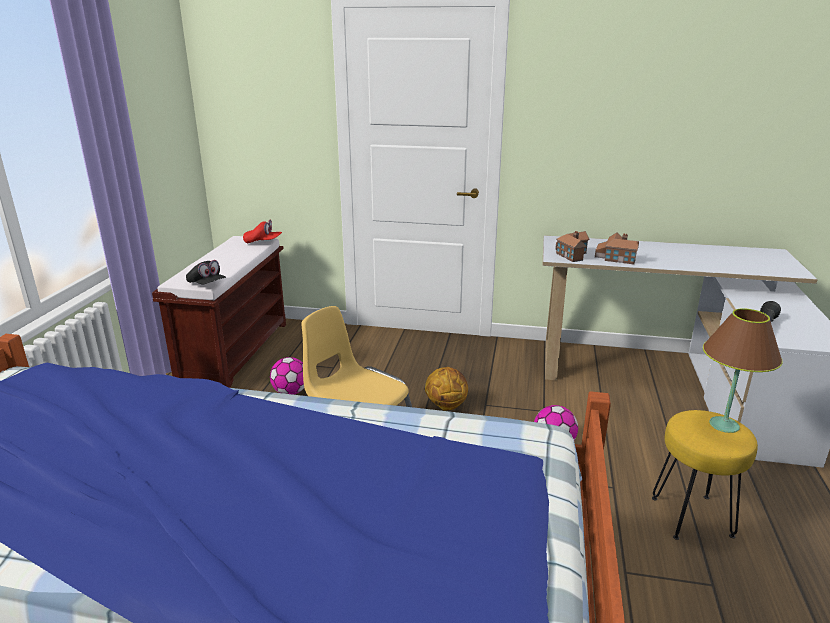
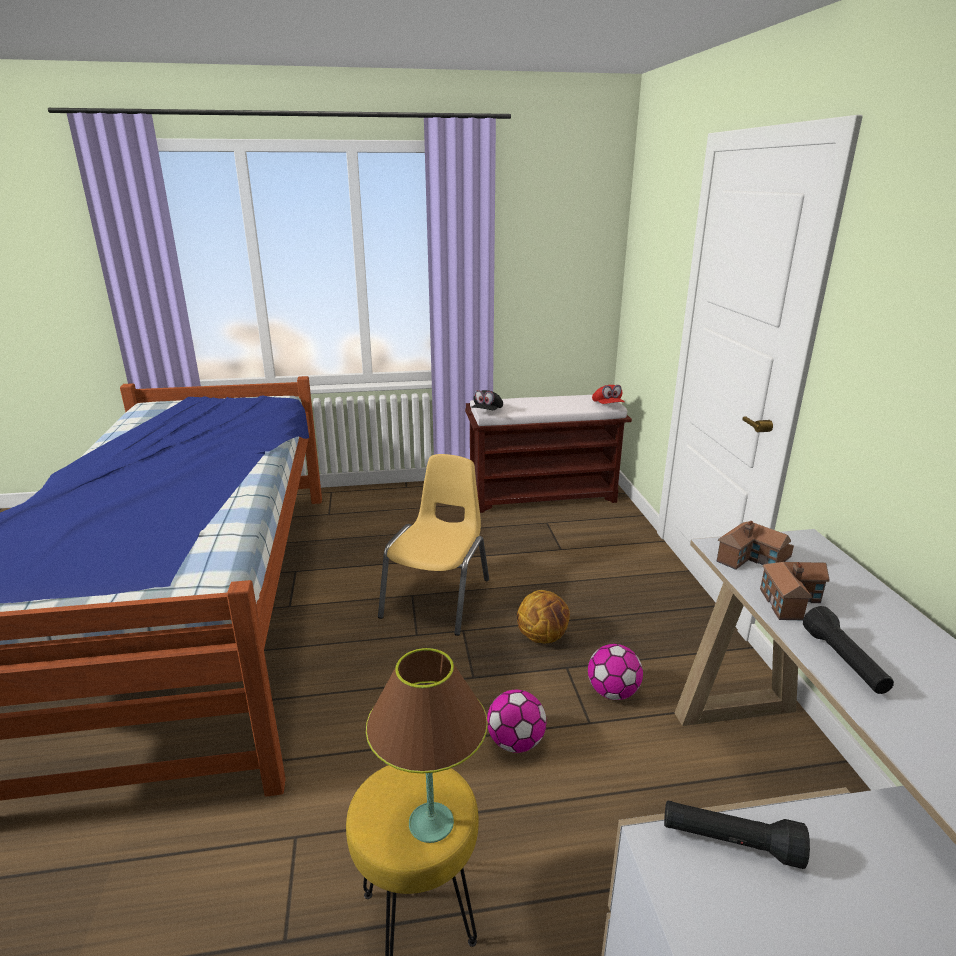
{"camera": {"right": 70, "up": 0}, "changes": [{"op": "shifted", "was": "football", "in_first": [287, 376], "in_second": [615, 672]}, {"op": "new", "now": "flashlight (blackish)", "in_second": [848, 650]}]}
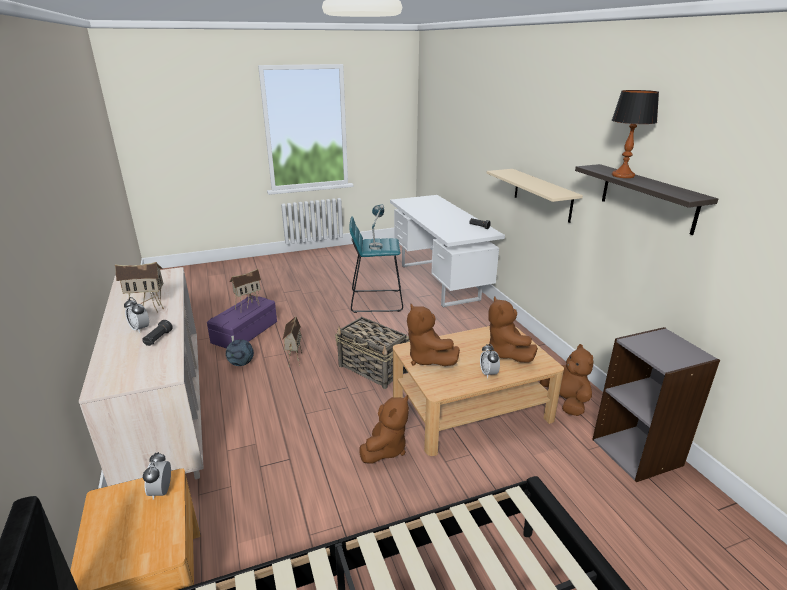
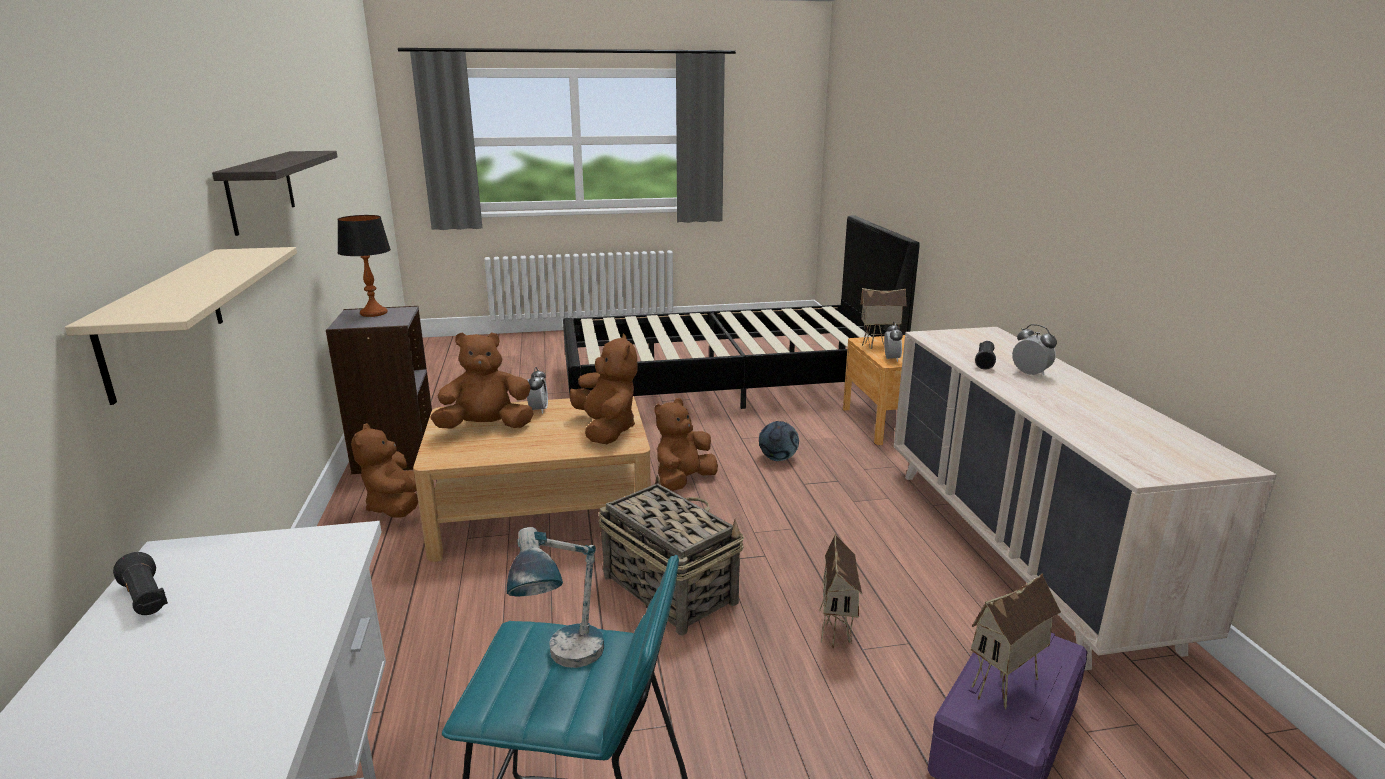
{"camera": {"right": -170, "up": -5}, "changes": [{"op": "shifted", "was": "table lamp", "in_first": [635, 134], "in_second": [364, 266]}, {"op": "shifted", "was": "model house", "in_first": [139, 287], "in_second": [883, 318]}, {"op": "rotated", "was": "cuddly toy (brownish)", "in_first": [513, 330], "in_second": [482, 380], "clockwise": -105}, {"op": "shifted", "was": "football", "in_first": [240, 352], "in_second": [779, 441]}]}
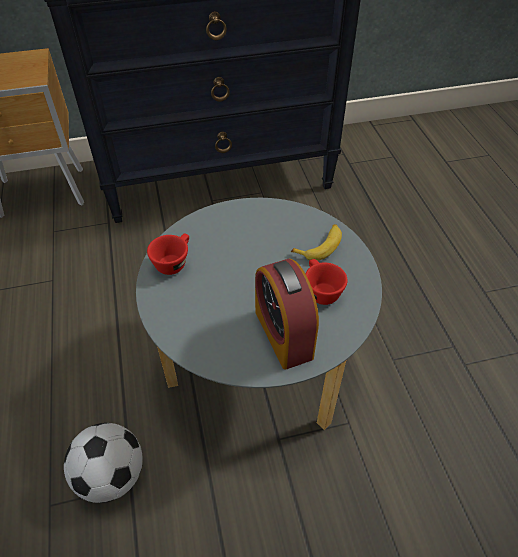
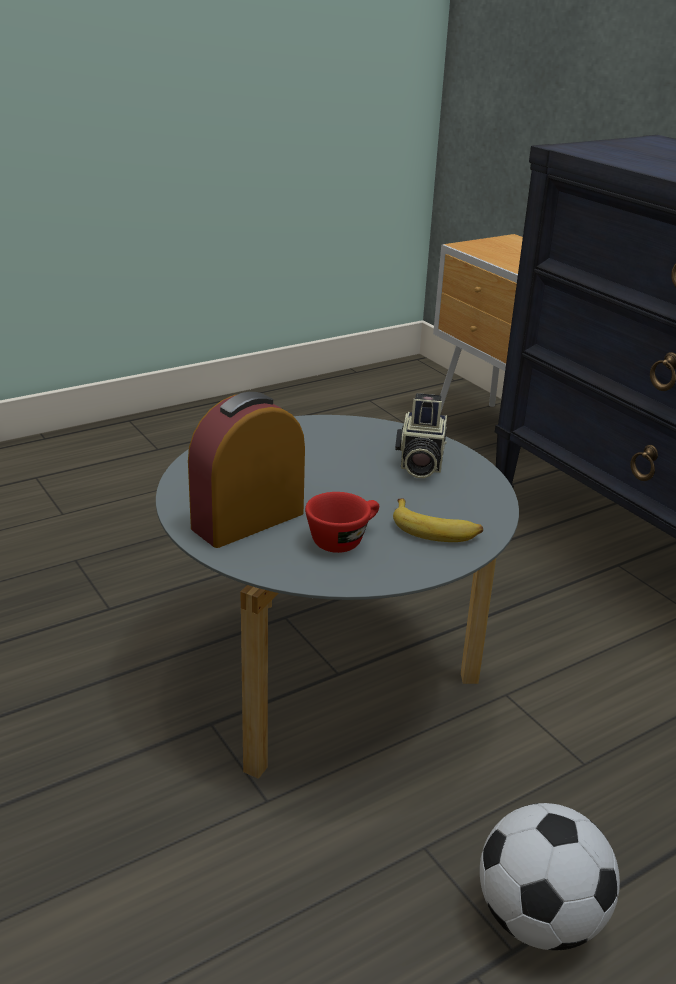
{"camera": {"right": 70, "up": -20}, "changes": [{"op": "gone", "was": "drinking cup (red)", "in_first": [168, 254]}, {"op": "shifted", "was": "football", "in_first": [103, 463], "in_second": [550, 876]}, {"op": "new", "now": "still camera", "in_second": [421, 435]}]}
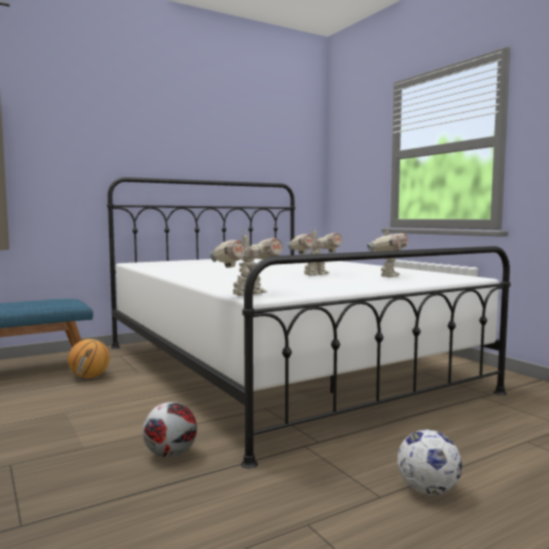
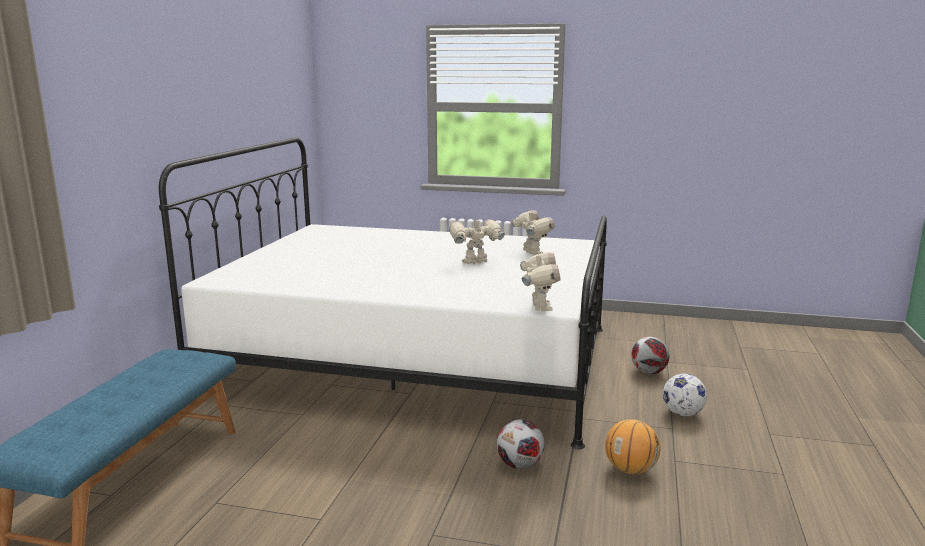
{"camera": {"right": -45, "up": 10}, "changes": [{"op": "rotated", "was": "robot figure", "in_first": [315, 251], "in_second": [477, 240], "clockwise": -120}, {"op": "shifted", "was": "basketball", "in_first": [89, 358], "in_second": [632, 446]}, {"op": "new", "now": "football", "in_second": [650, 355]}]}
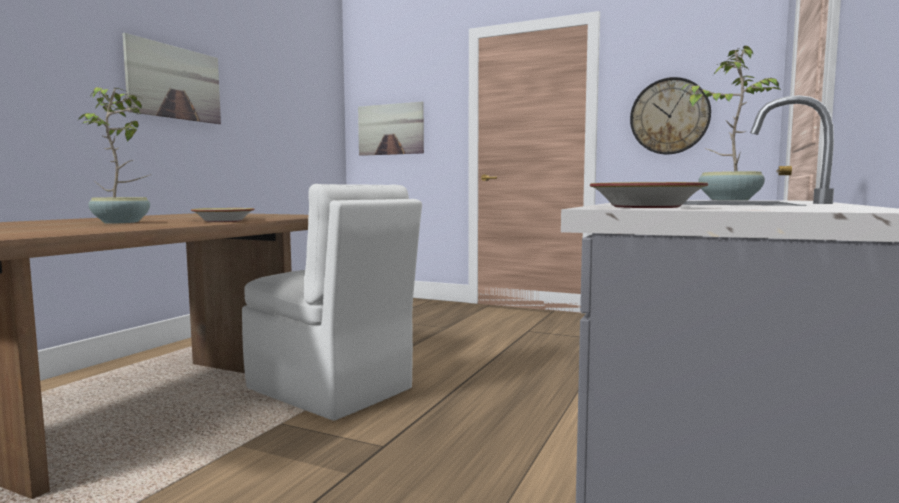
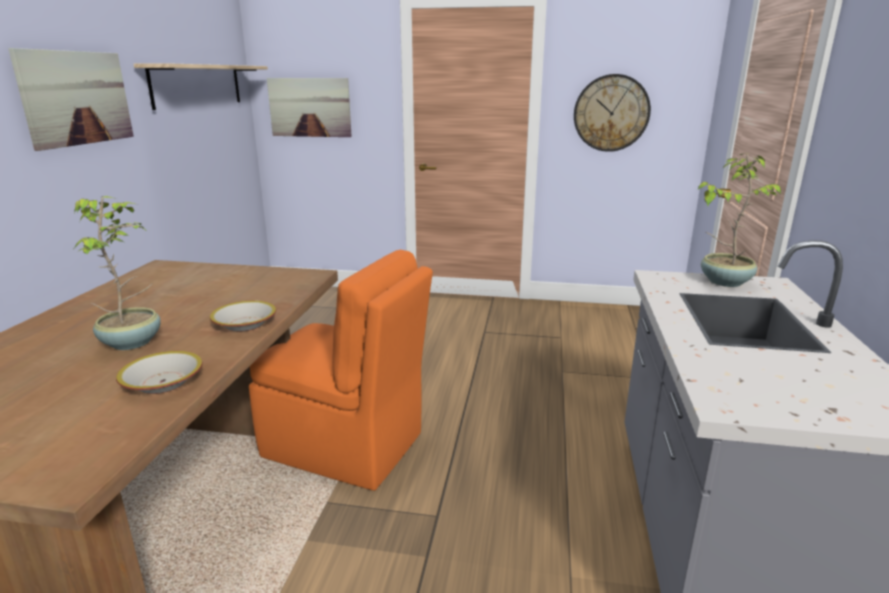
{"camera": {"right": -15, "up": 15}, "changes": [{"op": "shifted", "was": "bowl", "in_first": [649, 195], "in_second": [159, 372]}, {"op": "repainted", "was": "upright chair (white)", "now": "upright chair (orange)", "in_first": [332, 302], "in_second": [341, 370]}, {"op": "new", "now": "bracket shelf", "in_second": [201, 86]}]}
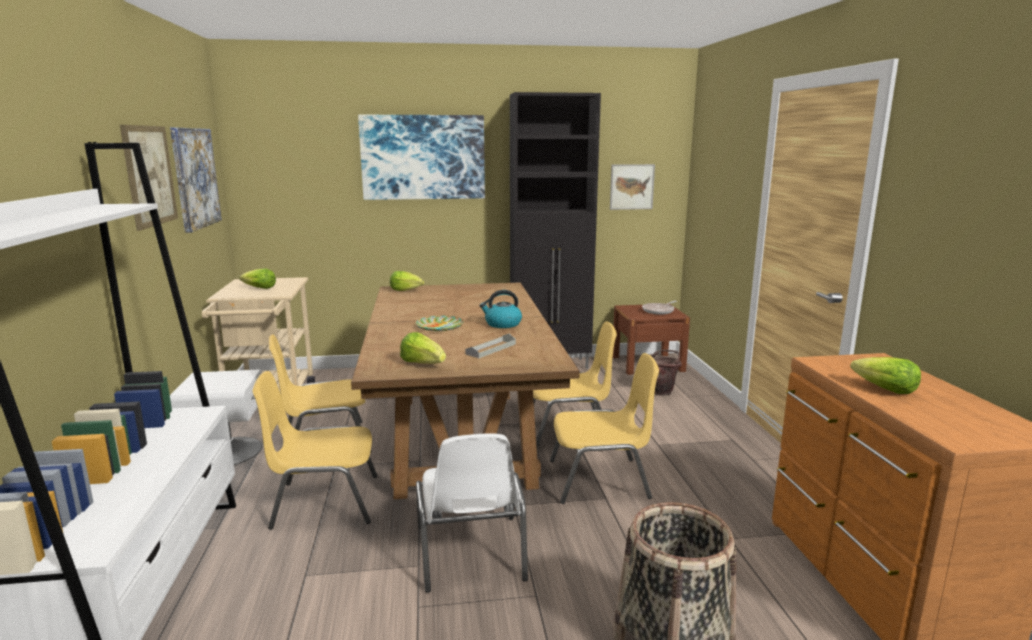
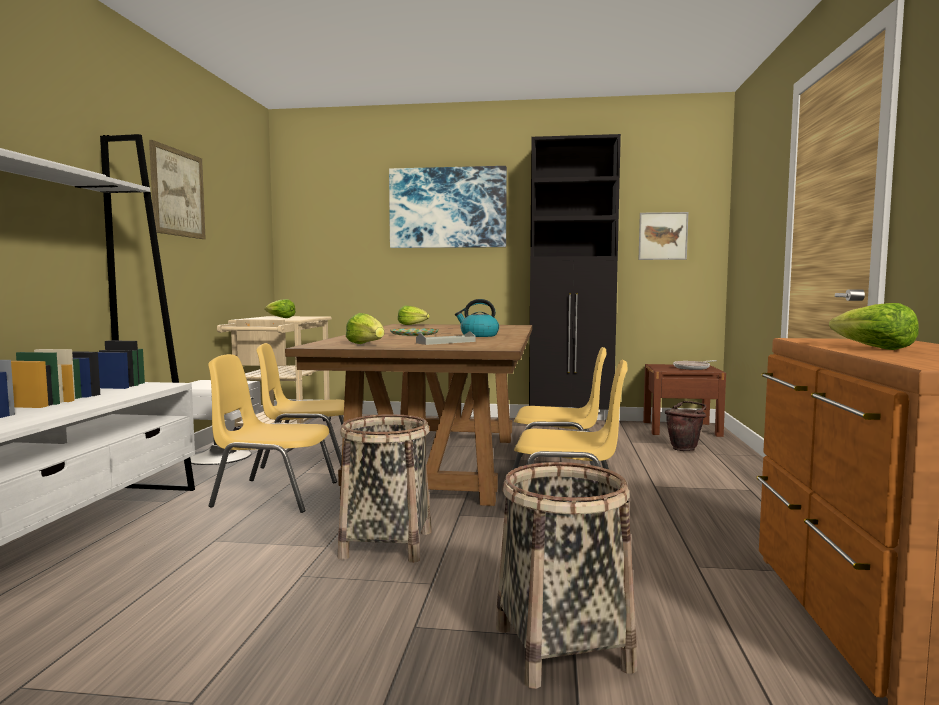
{"camera": {"right": 15, "up": -10}, "changes": [{"op": "gone", "was": "wall picture", "in_first": [196, 180]}, {"op": "swapped", "was": "upright chair (white)", "now": "storage basket", "in_first": [472, 513], "in_second": [384, 488]}]}
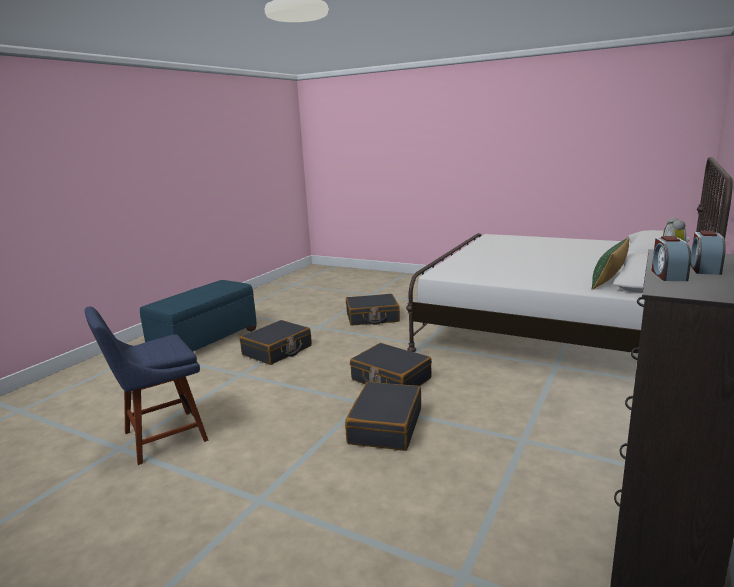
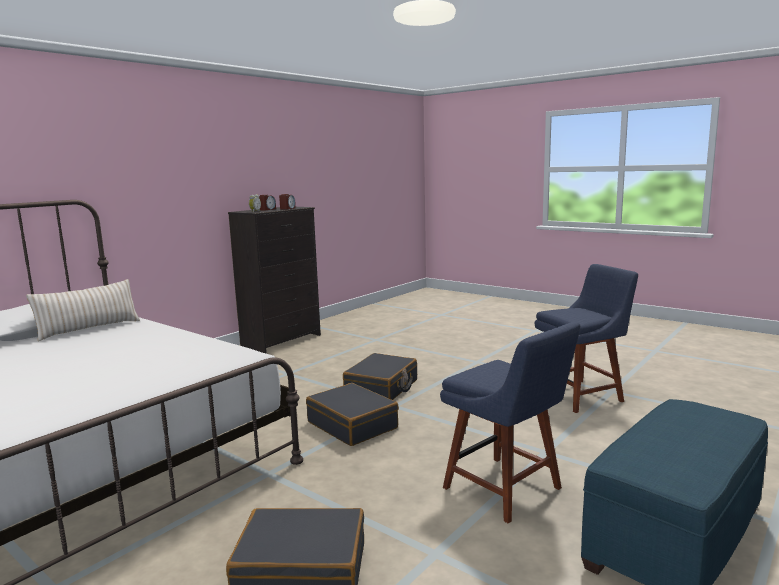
{"camera": {"right": -170, "up": -5}, "changes": [{"op": "repainted", "was": "pillow (green)", "now": "pillow (sand-coloured)", "in_first": [610, 263], "in_second": [83, 310]}, {"op": "swapped", "was": "travel case (blackish)", "now": "upright chair (bluish)", "in_first": [276, 342], "in_second": [510, 422]}]}
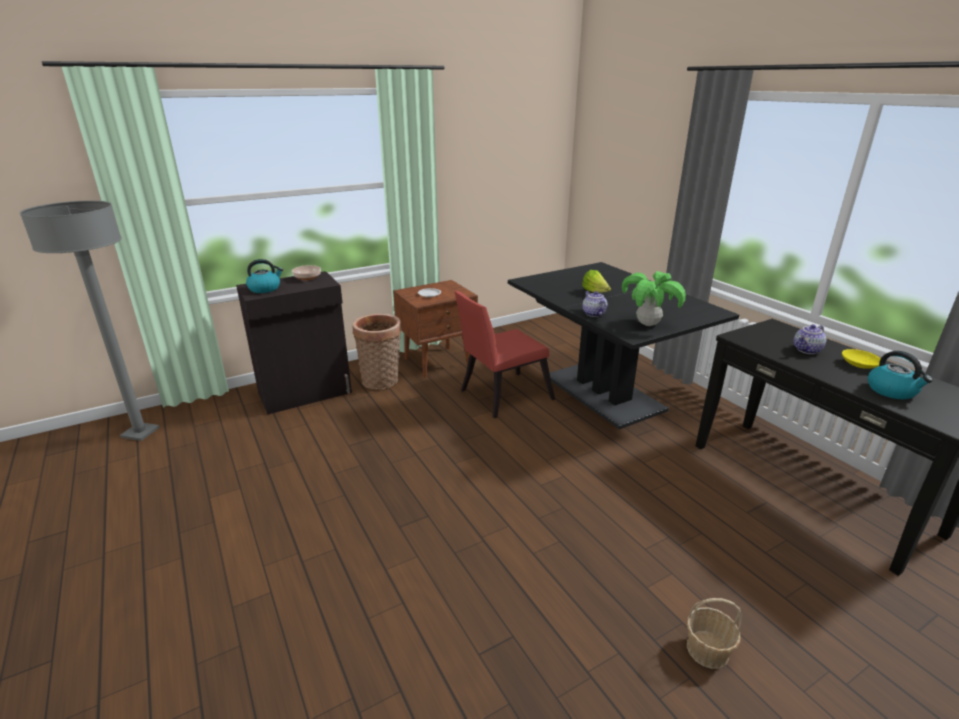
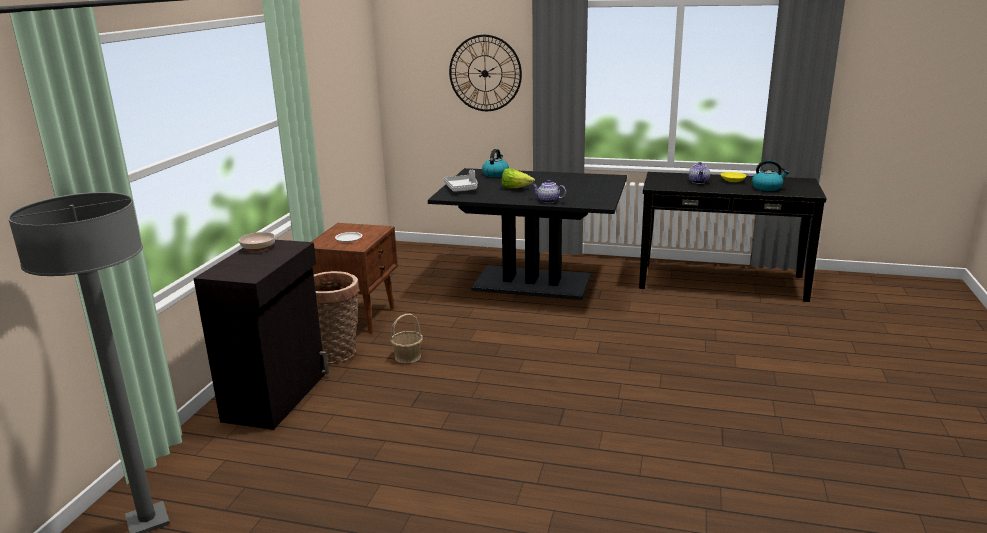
{"camera": {"right": -45, "up": -5}, "changes": [{"op": "shifted", "was": "kettle", "in_first": [264, 276], "in_second": [495, 163]}, {"op": "gone", "was": "plant in a pot", "in_first": [654, 298]}, {"op": "gone", "was": "upright chair (red)", "in_first": [504, 354]}, {"op": "shifted", "was": "storage basket", "in_first": [714, 633], "in_second": [406, 338]}, {"op": "new", "now": "hanging clock", "in_second": [485, 73]}, {"op": "new", "now": "carrying tray (greyish)", "in_second": [461, 181]}]}
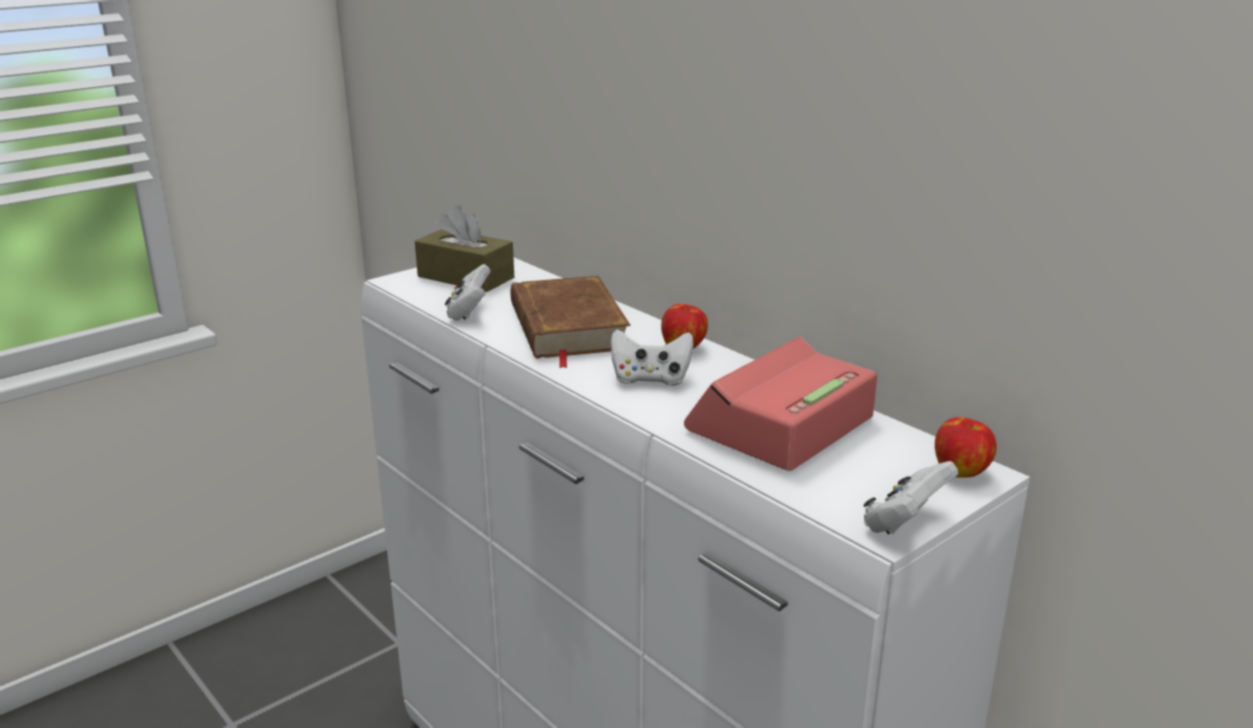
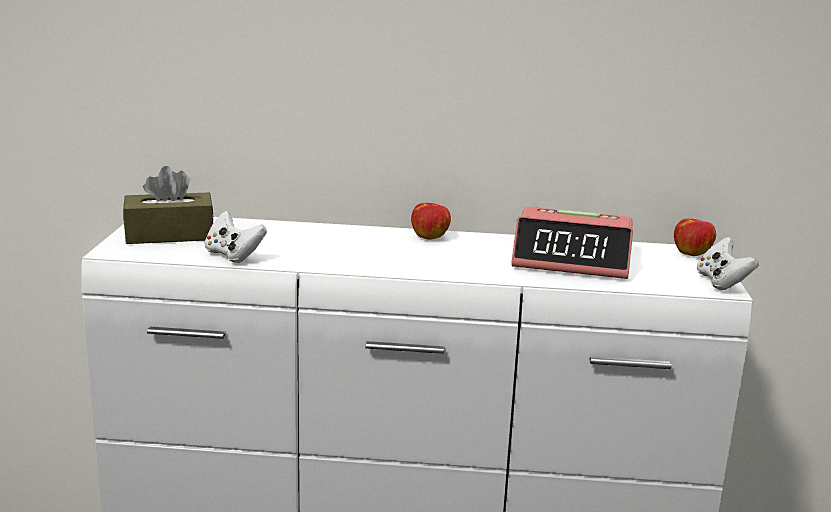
{"camera": {"right": -45, "up": -5}, "changes": [{"op": "gone", "was": "book (brownish)", "in_first": [570, 322]}, {"op": "gone", "was": "game controller (white)", "in_first": [652, 357]}, {"op": "rotated", "was": "bedside clock", "in_first": [780, 404], "in_second": [572, 243], "clockwise": -75}]}
